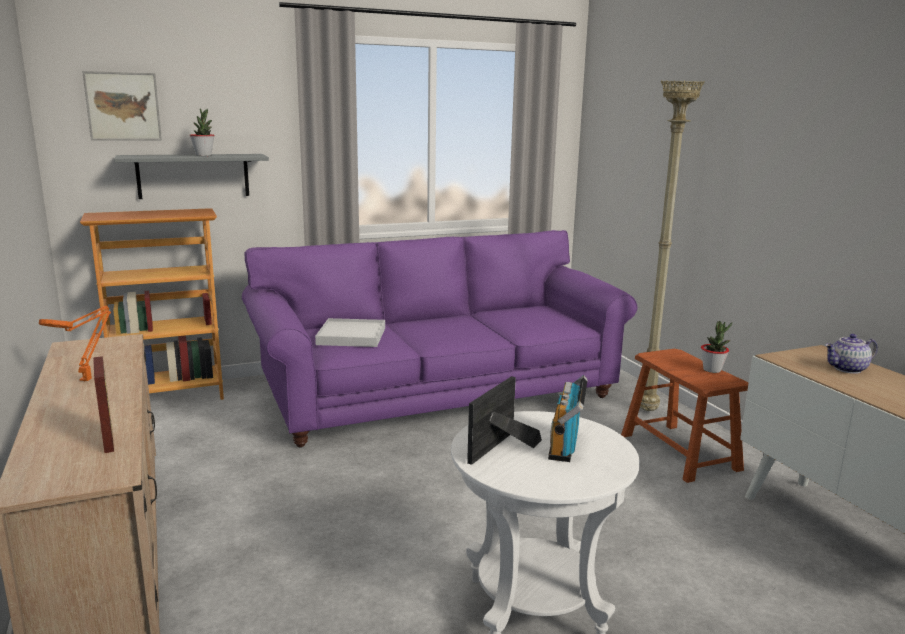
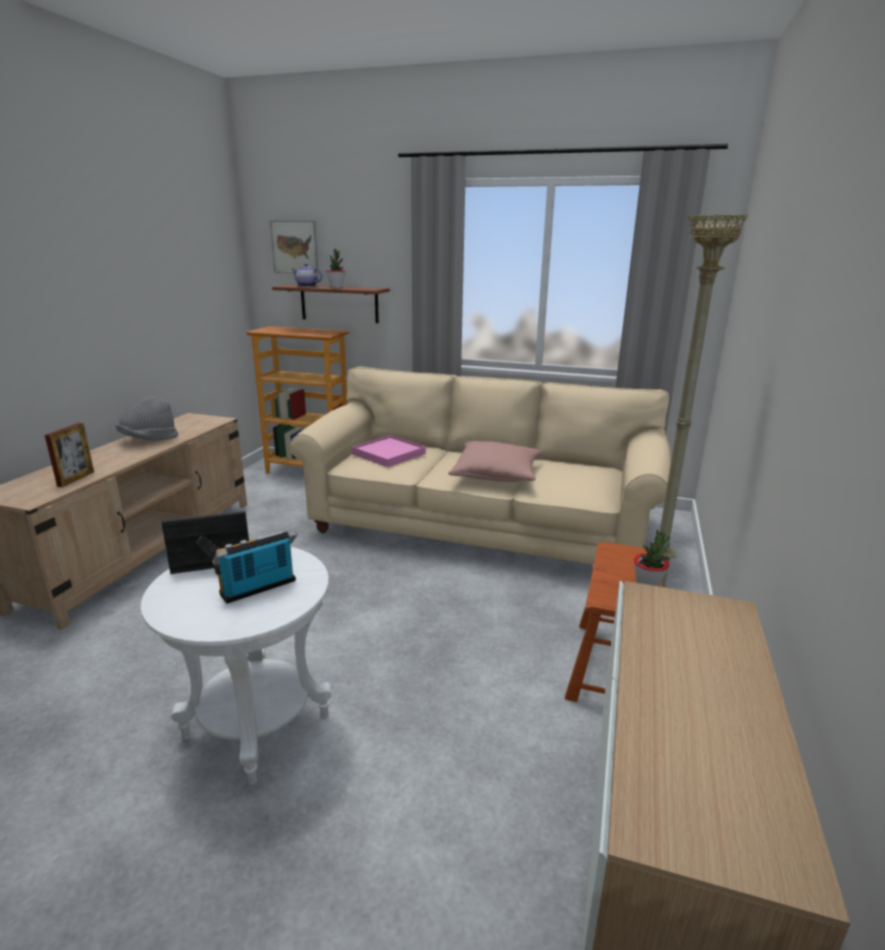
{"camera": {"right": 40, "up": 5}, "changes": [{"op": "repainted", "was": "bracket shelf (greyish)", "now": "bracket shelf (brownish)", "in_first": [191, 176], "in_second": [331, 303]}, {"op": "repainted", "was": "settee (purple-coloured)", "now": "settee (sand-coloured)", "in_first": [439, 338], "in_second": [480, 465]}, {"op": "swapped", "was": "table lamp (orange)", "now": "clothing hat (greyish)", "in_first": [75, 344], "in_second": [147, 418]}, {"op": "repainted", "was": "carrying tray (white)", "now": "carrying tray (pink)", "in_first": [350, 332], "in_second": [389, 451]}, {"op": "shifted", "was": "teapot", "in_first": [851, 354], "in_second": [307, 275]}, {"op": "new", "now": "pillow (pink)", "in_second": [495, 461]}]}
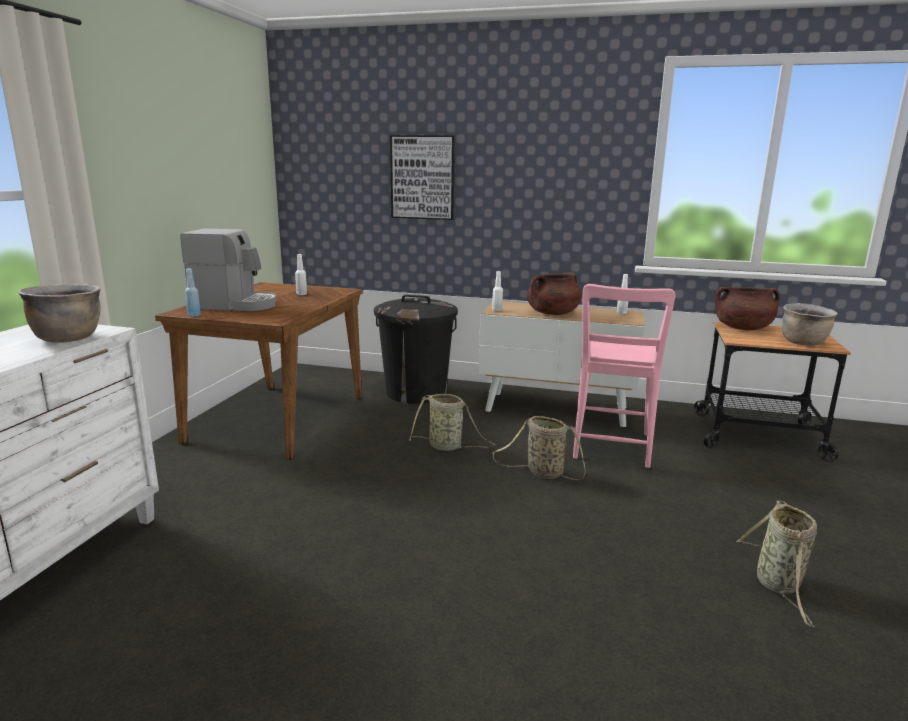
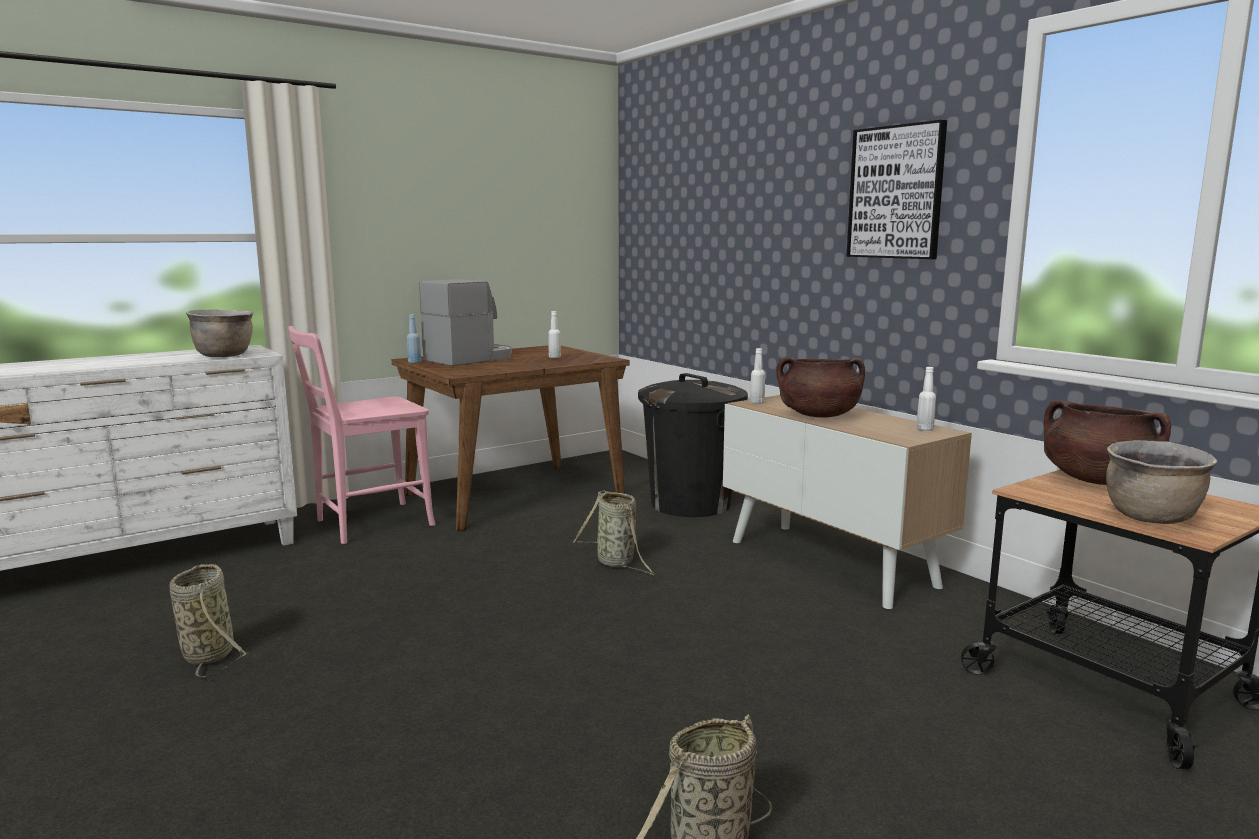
{"camera": {"right": 40, "up": -5}, "changes": [{"op": "shifted", "was": "wall picture", "in_first": [422, 177], "in_second": [896, 189]}, {"op": "rotated", "was": "coffee machine", "in_first": [228, 270], "in_second": [465, 322], "clockwise": -90}, {"op": "shifted", "was": "upright chair (pink)", "in_first": [624, 376], "in_second": [362, 435]}, {"op": "shifted", "was": "storage basket", "in_first": [539, 448], "in_second": [209, 620]}]}
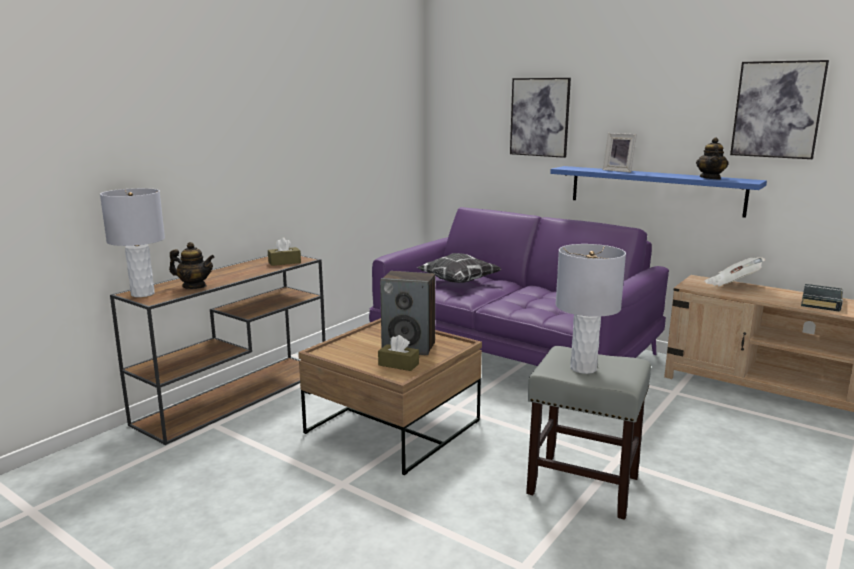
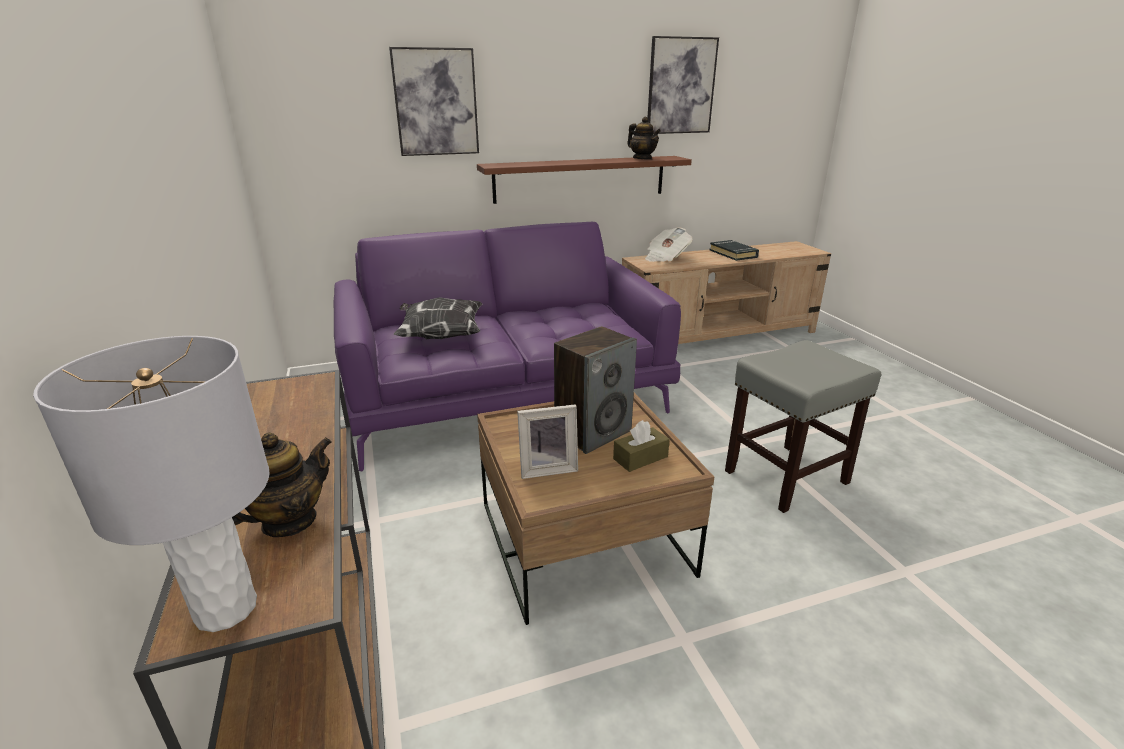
{"camera": {"right": -55, "up": 10}, "changes": [{"op": "shifted", "was": "standing frame", "in_first": [620, 153], "in_second": [547, 441]}, {"op": "repainted", "was": "bracket shelf (bluish)", "now": "bracket shelf (brownish)", "in_first": [658, 192], "in_second": [584, 180]}, {"op": "gone", "was": "tissue holder (brownish)", "in_first": [284, 252]}, {"op": "gone", "was": "table lamp (greyish)", "in_first": [591, 309]}]}
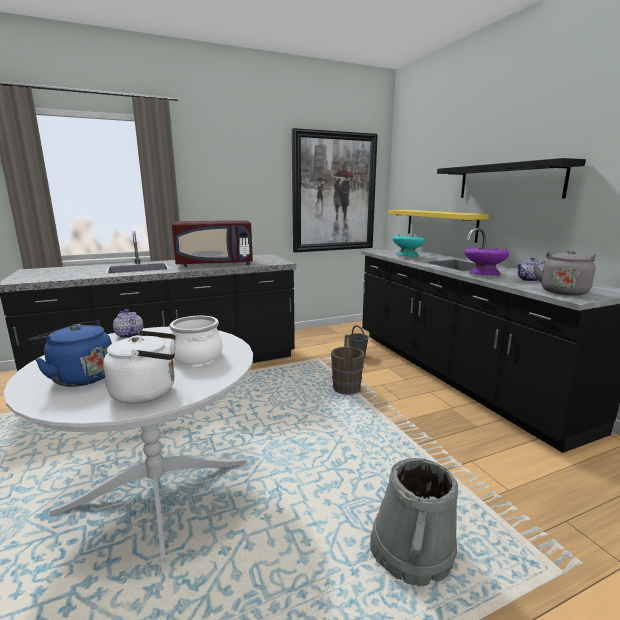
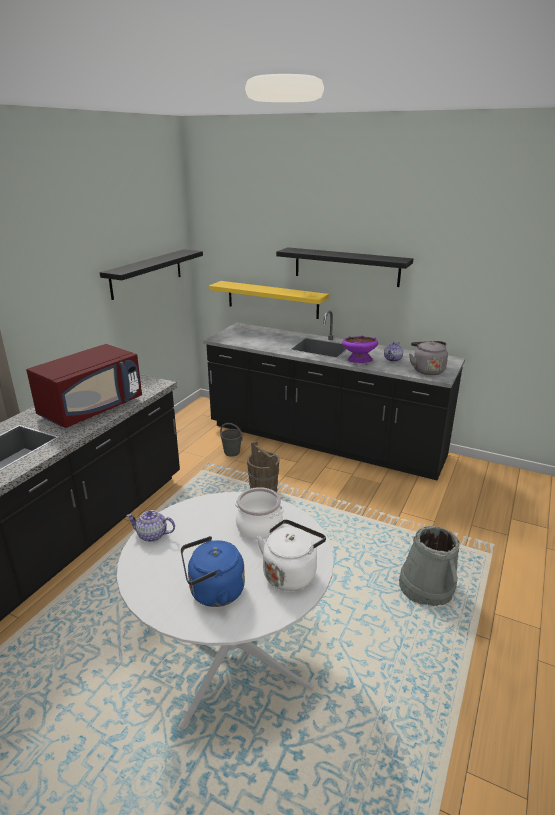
{"camera": {"right": -40, "up": 10}, "changes": [{"op": "swapped", "was": "wall picture", "now": "bracket shelf (blackish)", "in_first": [335, 190], "in_second": [151, 274]}, {"op": "gone", "was": "bowl (turquoise)", "in_first": [408, 246]}]}
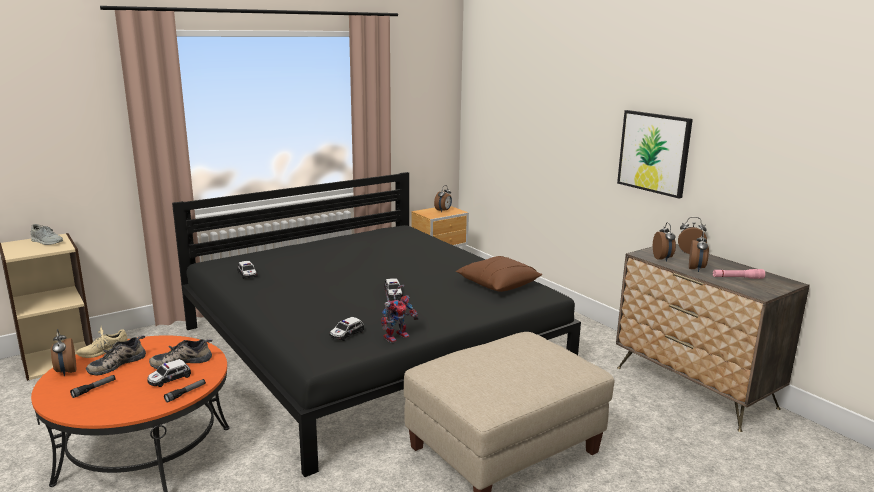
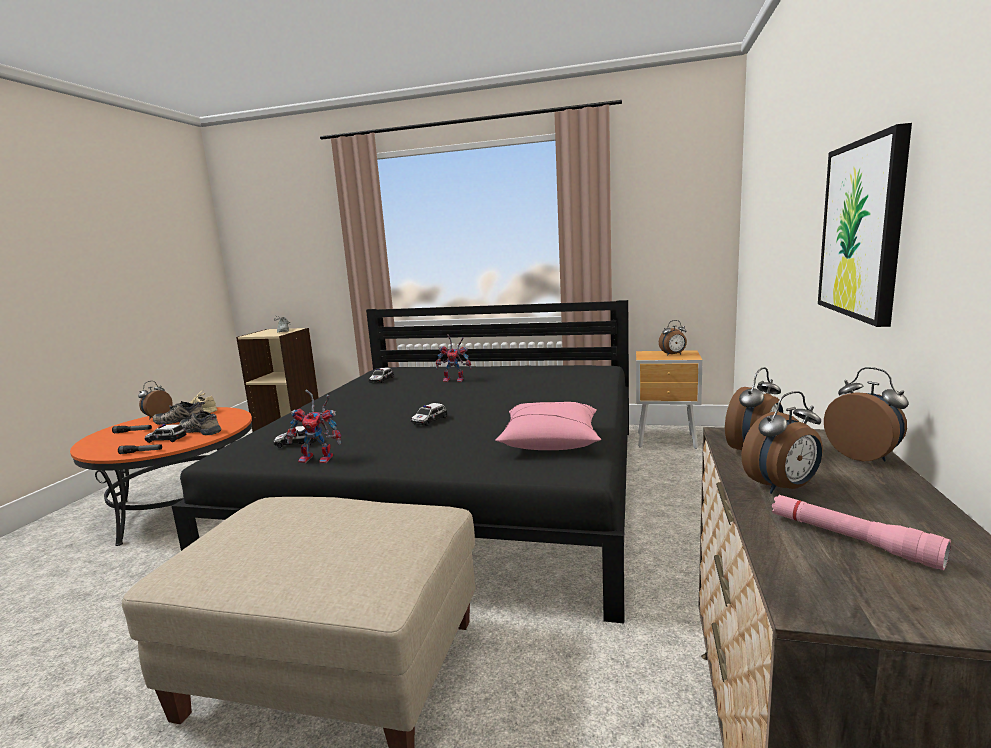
{"camera": {"right": 50, "up": -5}, "changes": [{"op": "repainted", "was": "pillow (brownish)", "now": "pillow (pink)", "in_first": [499, 274], "in_second": [548, 426]}, {"op": "new", "now": "robot figure", "in_second": [453, 358]}]}
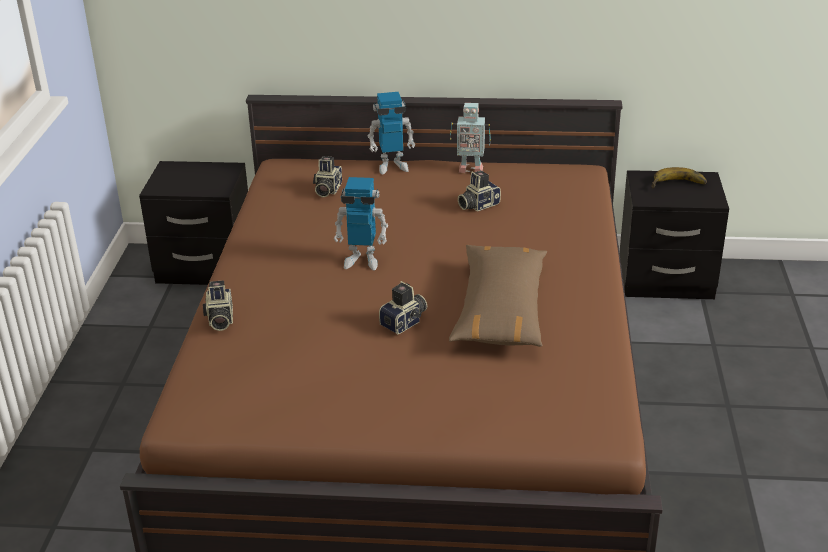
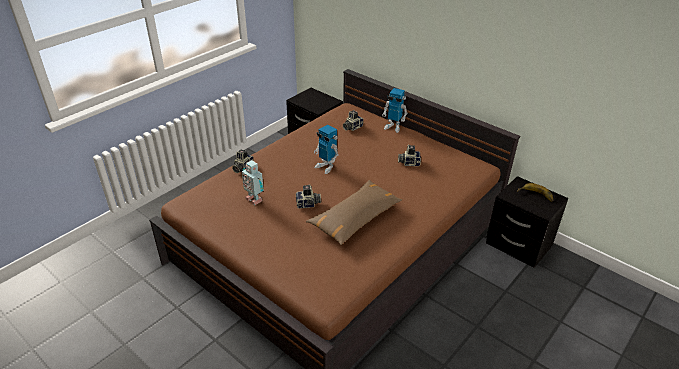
{"camera": {"right": 35, "up": 5}, "changes": [{"op": "shifted", "was": "robot figure", "in_first": [470, 138], "in_second": [253, 182]}]}
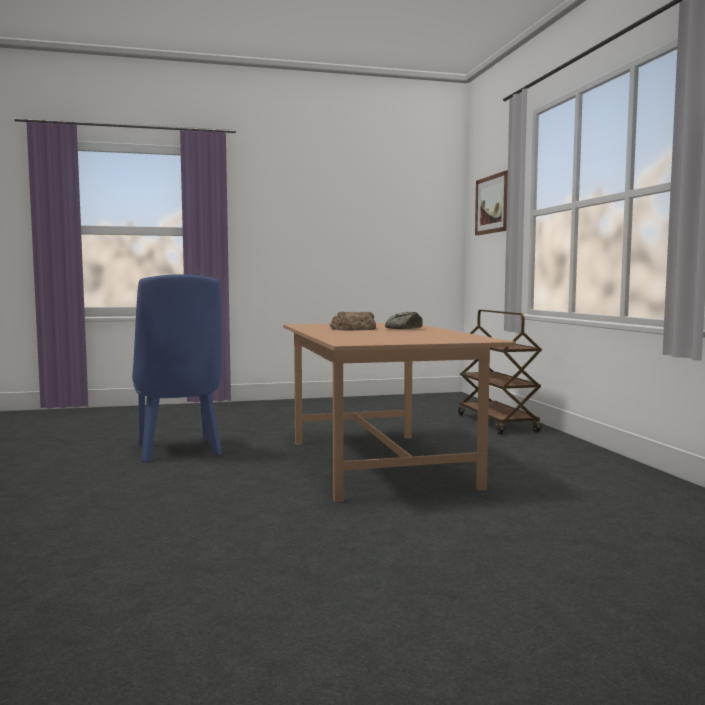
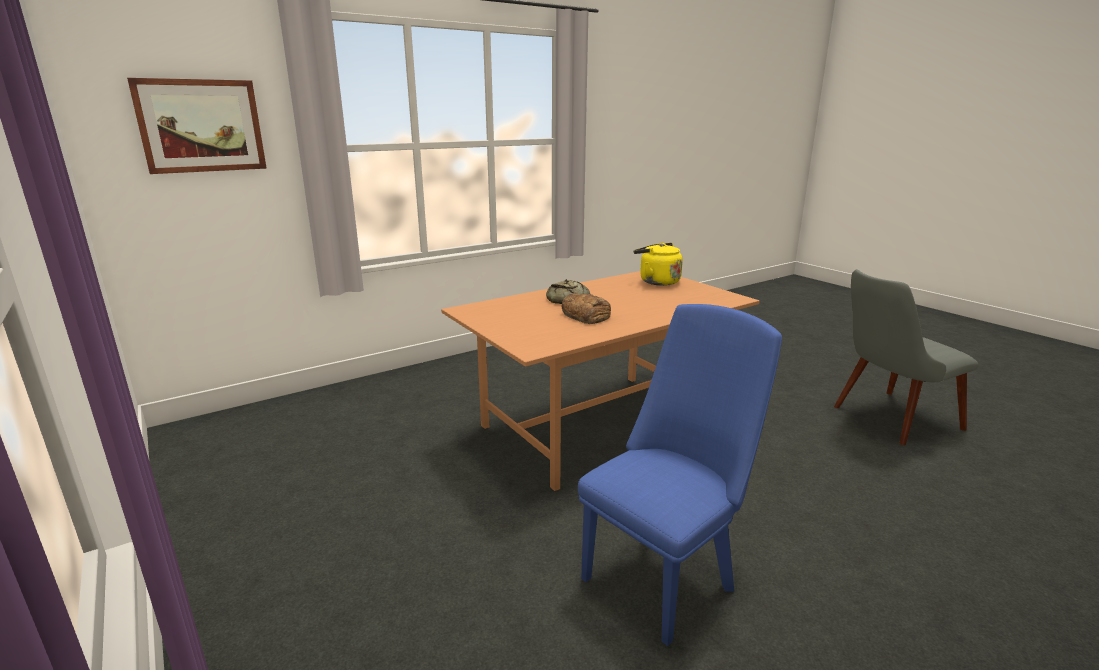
{"camera": {"right": -110, "up": 15}, "changes": [{"op": "gone", "was": "trolley (brownish)", "in_first": [500, 372]}, {"op": "new", "now": "kettle (yellow-coloured)", "in_second": [658, 264]}, {"op": "new", "now": "upright chair (greyish)", "in_second": [906, 357]}]}
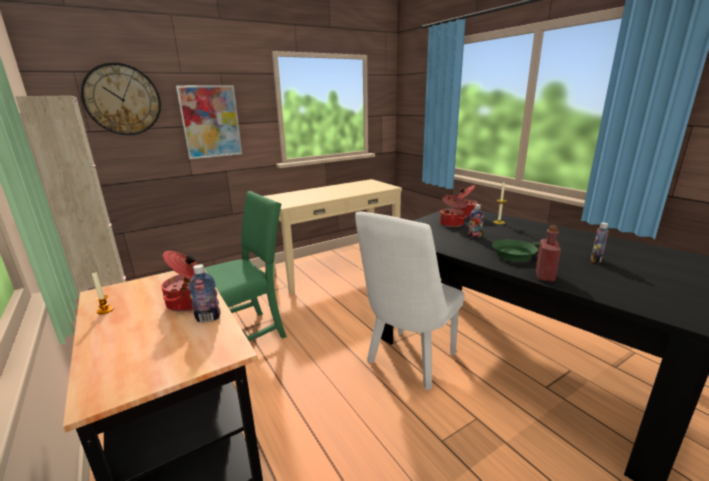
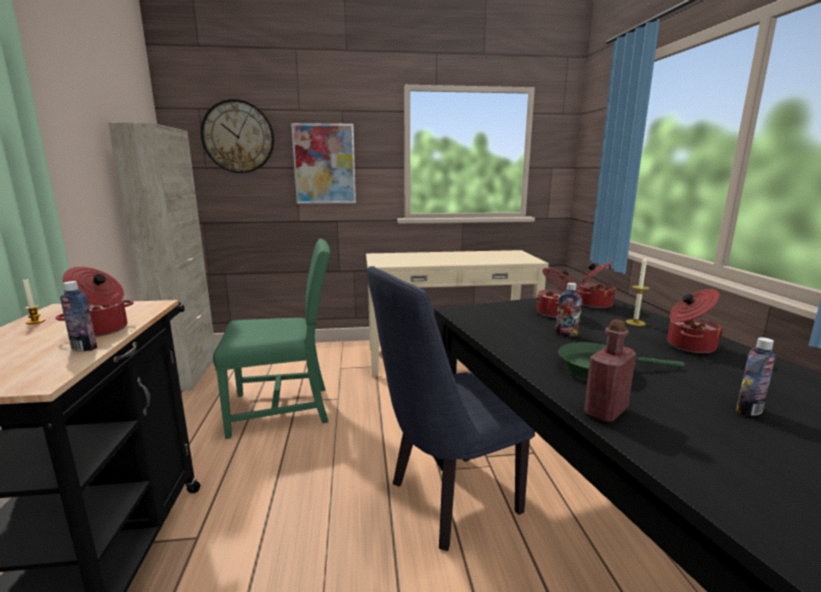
{"camera": {"right": 25, "up": -5}, "changes": [{"op": "repainted", "was": "upright chair (white)", "now": "upright chair (bluish)", "in_first": [410, 300], "in_second": [451, 408]}, {"op": "new", "now": "cooking pot", "in_second": [695, 321]}]}
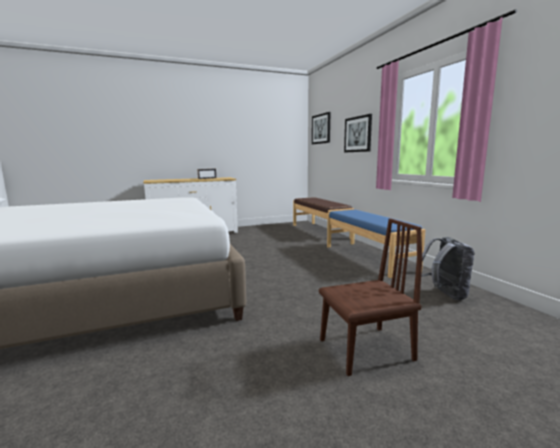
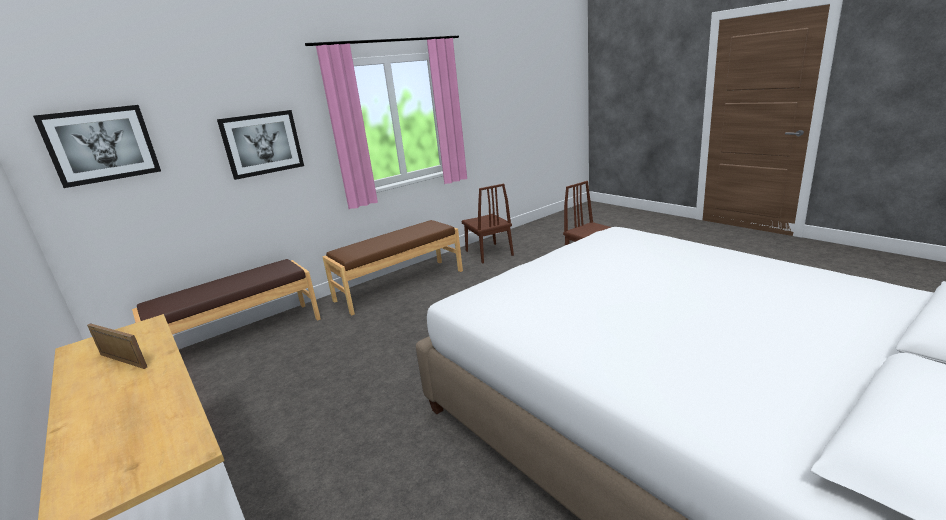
{"camera": {"right": -105, "up": 10}, "changes": [{"op": "repainted", "was": "indoor bench (bluish)", "now": "indoor bench (brownish)", "in_first": [376, 244], "in_second": [392, 267]}, {"op": "swapped", "was": "knapsack (greyish)", "now": "upright chair (brownish)", "in_first": [448, 268], "in_second": [488, 224]}]}
